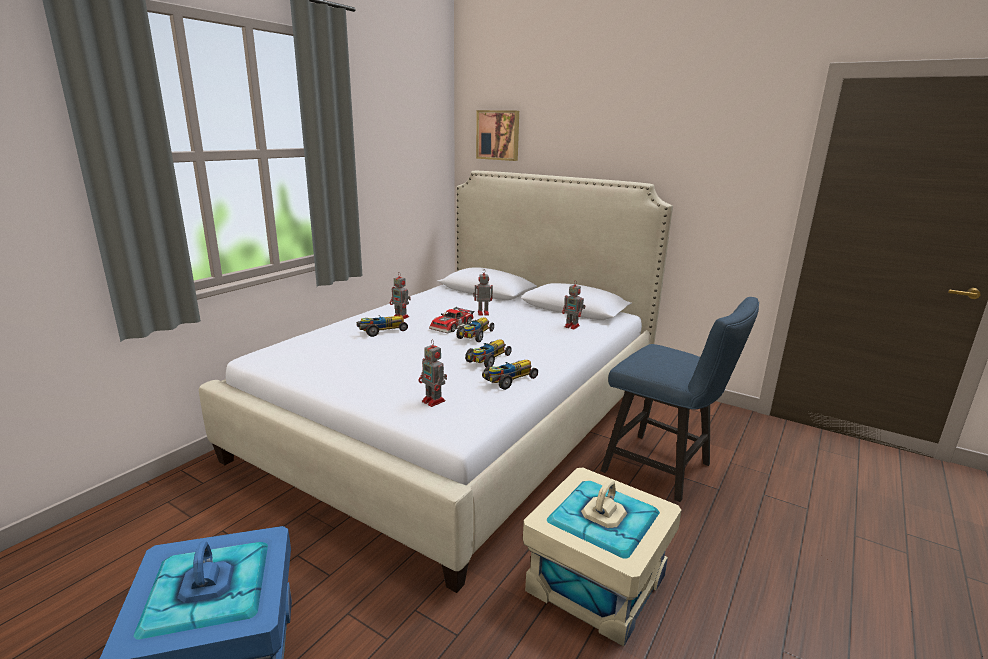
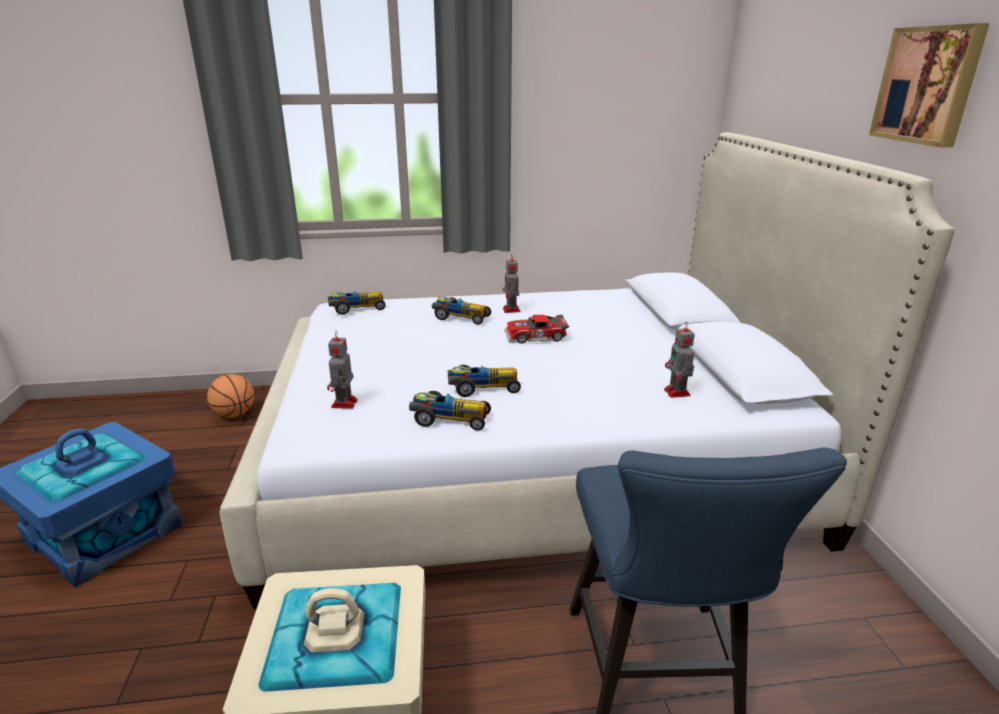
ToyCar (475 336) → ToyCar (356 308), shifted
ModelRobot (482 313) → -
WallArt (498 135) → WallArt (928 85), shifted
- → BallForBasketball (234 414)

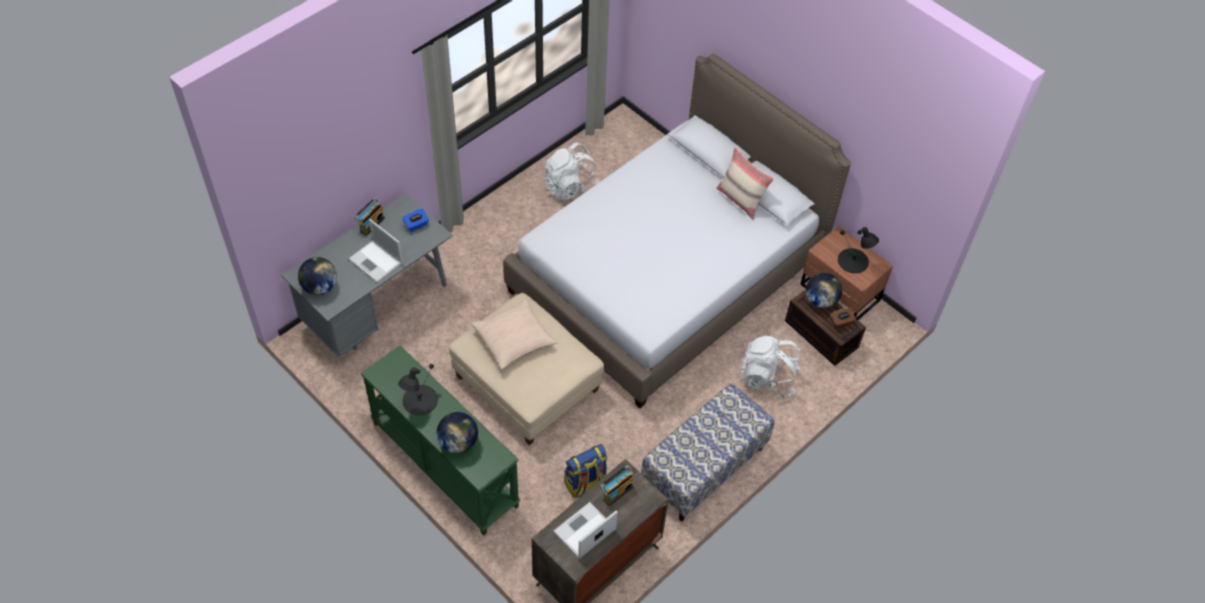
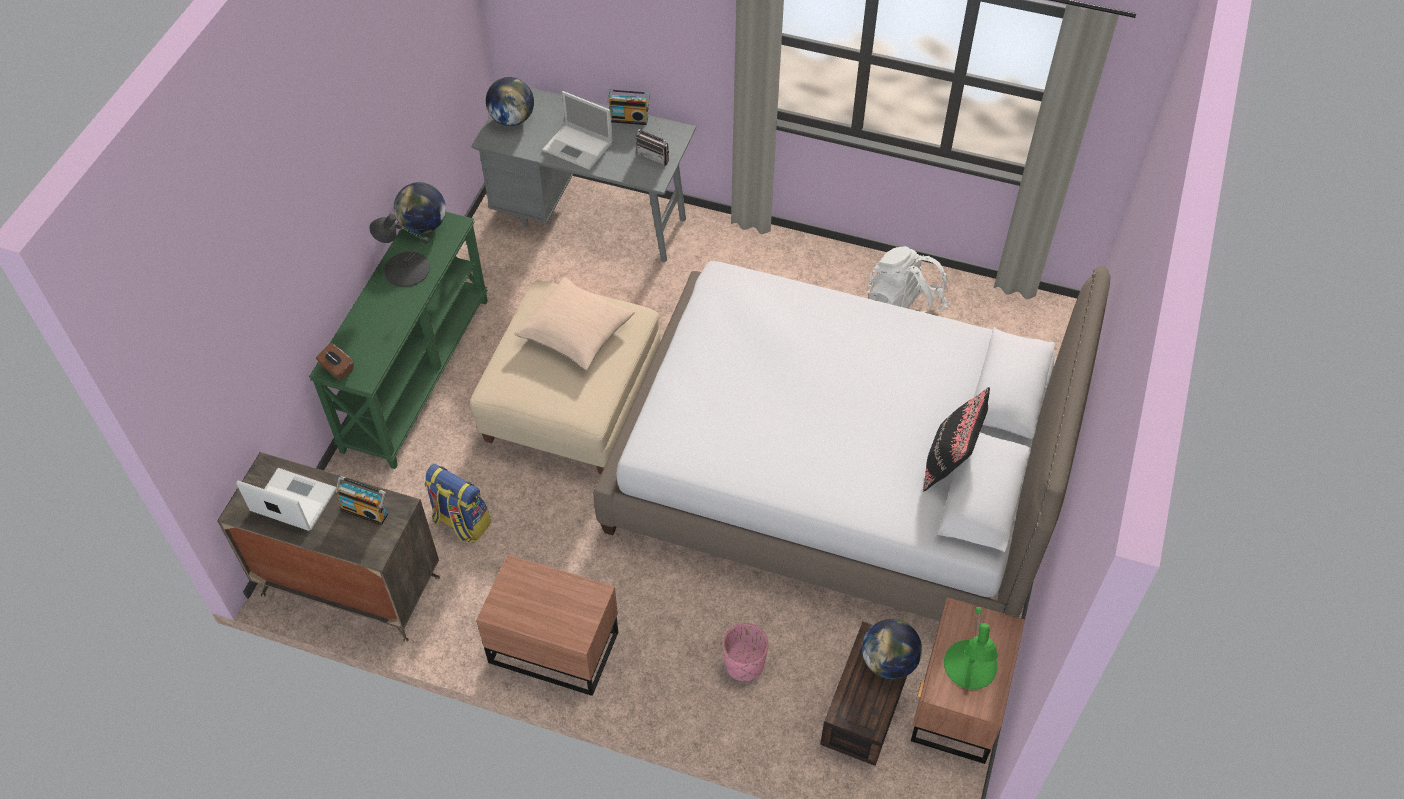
PortableComputer (376 261) → PortableComputer (579 147), 75 degrees counterclockwise
BlueTissueHolder (416 225) → Radio (655 156)
Globe (458 442) → Globe (424 225), shifted
IndoorBench (704 468) → BrownNightstand (553 644)
BeigePillow (741 200) → BlackColouredPillow (949 462)
WhitishBackpack (768 378) → PinkPlanter (744 664)
BrownTissueHolder (841 322) → BrownTissueHolder (337 369), shifted
BlackColouredLampForATable (853 261) → GreenishLampForATable (970 665)

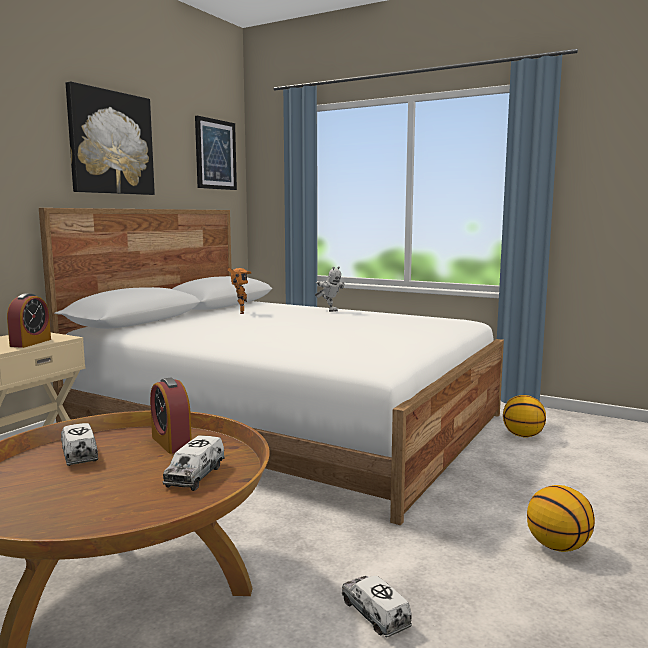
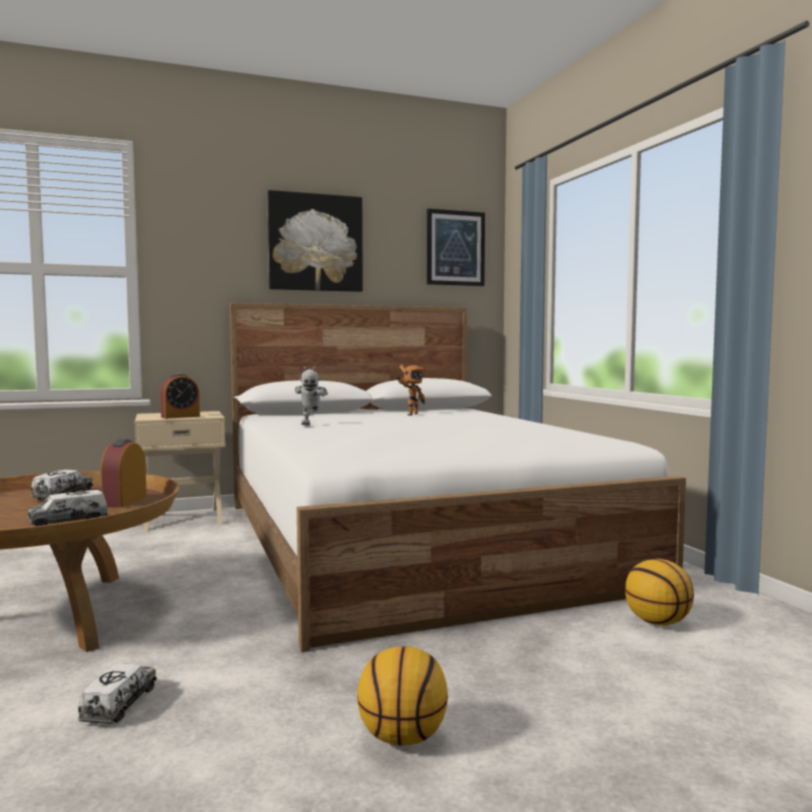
ModelRobot (329 310) → ModelRobot (311 424), shifted

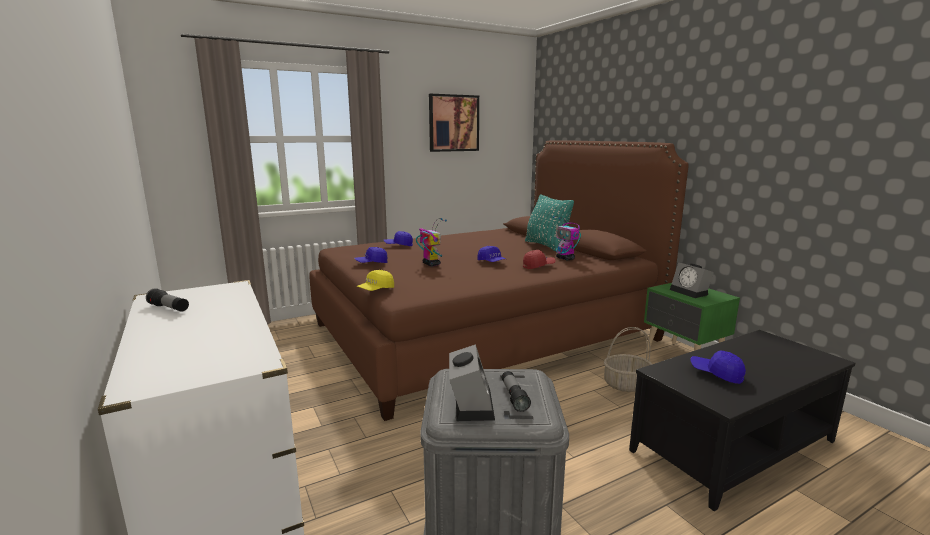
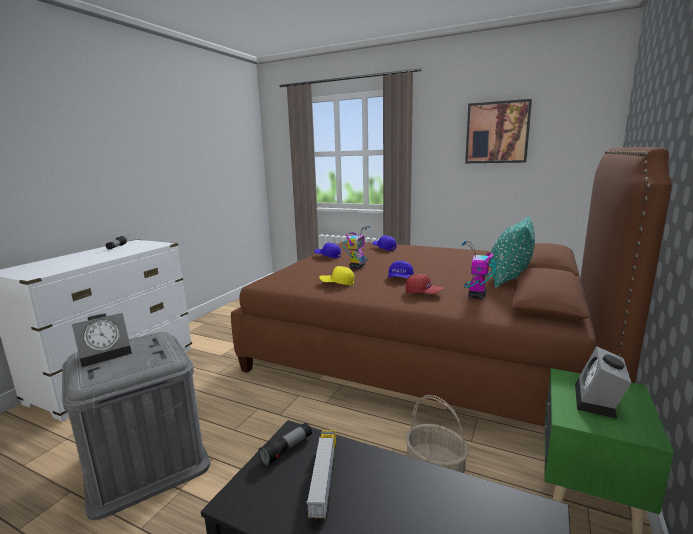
YellowCap (376 290) → YellowCap (337 283), shifted
Flashlight (514 397) → Flashlight (287 450), shifted
BlueCap (716 374) → ToyTruck (324 480)

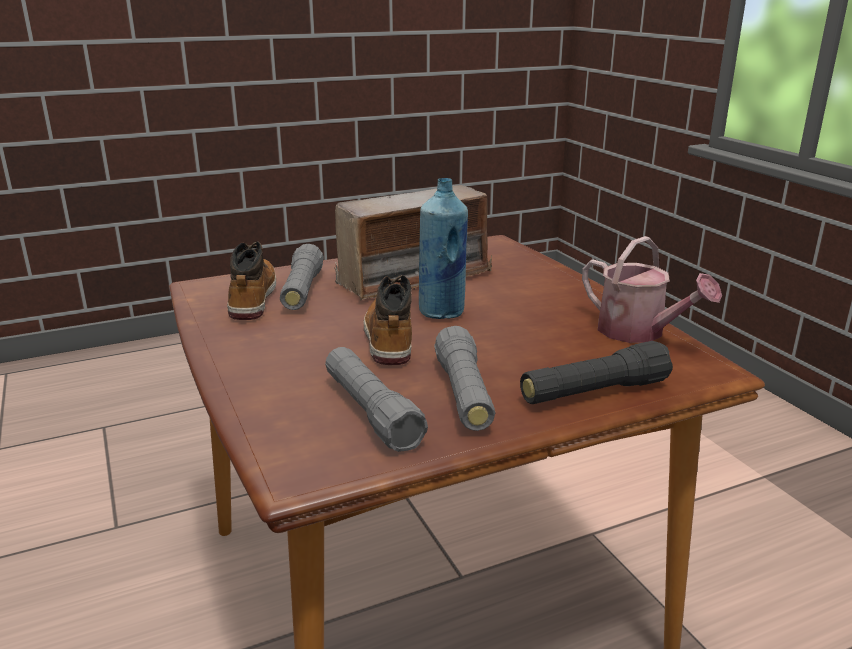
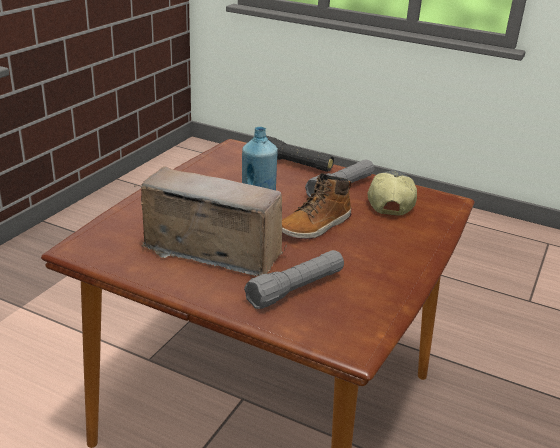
Boot (252 298) → -
GreyishFlashlight (371 412) → Cap (389 203)
WateringCan (638 332) → -

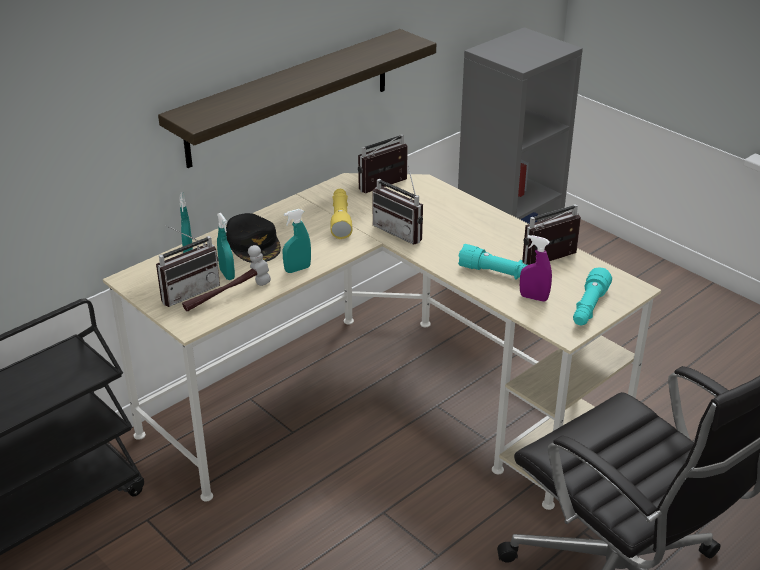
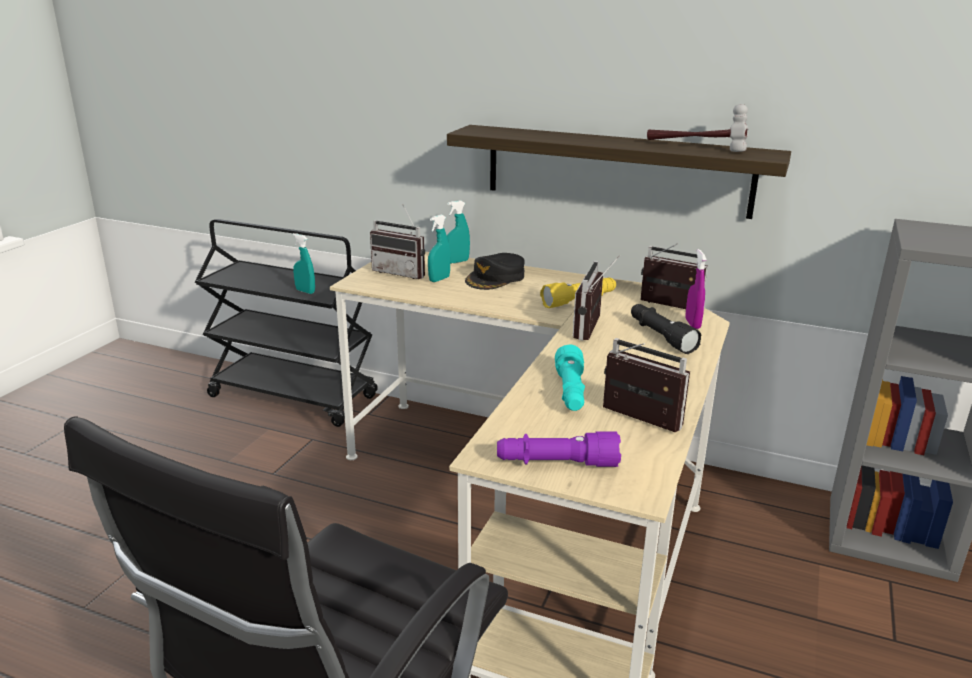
Hammer (227 296) → Hammer (695 147), shifted
TurquoiseSprayer (297 269) → TurquoiseSprayer (305 291), shifted
PurpleSprayer (533 298) → PurpleSprayer (692 324), shifted
TurquoiseFlashlight (589 308) → PurpleFlashlight (556 463)
- → BlackColouredFlashlight (660 336)

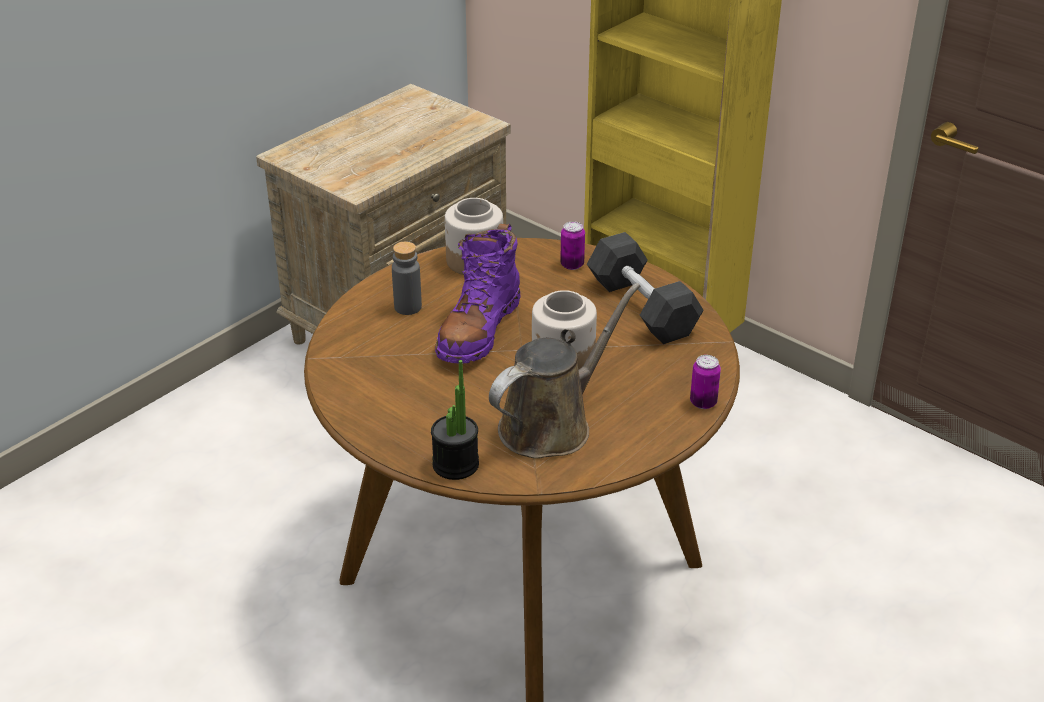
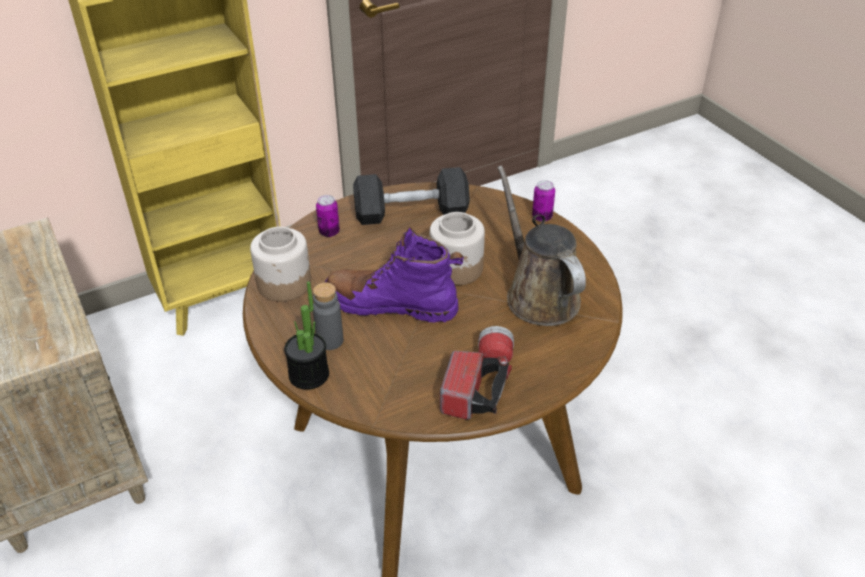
PlantInAPot (455 465) → PlantInAPot (309 375), shifted
PurpleBoot (478 330) → PurpleBoot (391 305), 150 degrees clockwise
- → Flashlight (478 383)

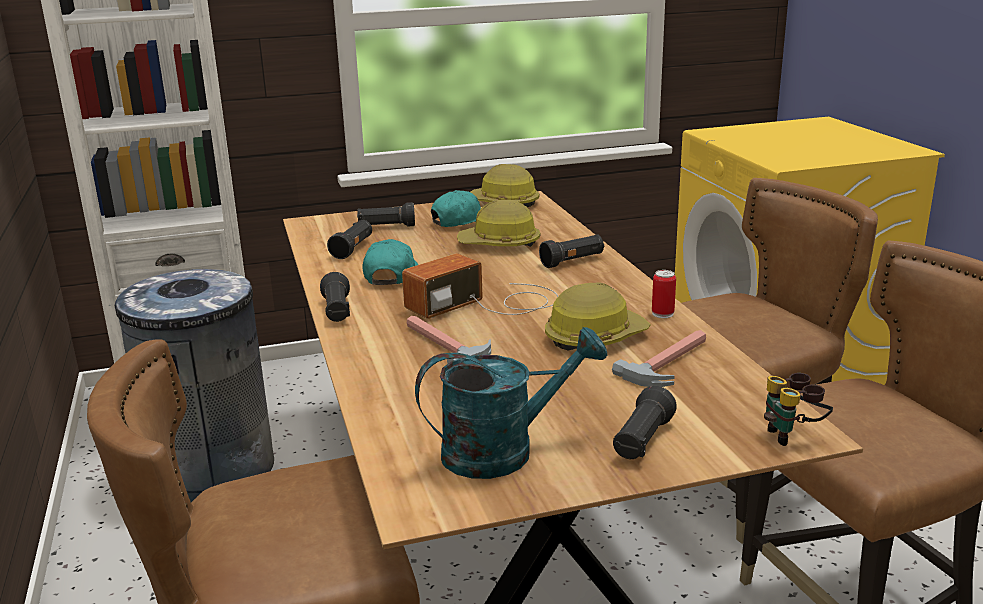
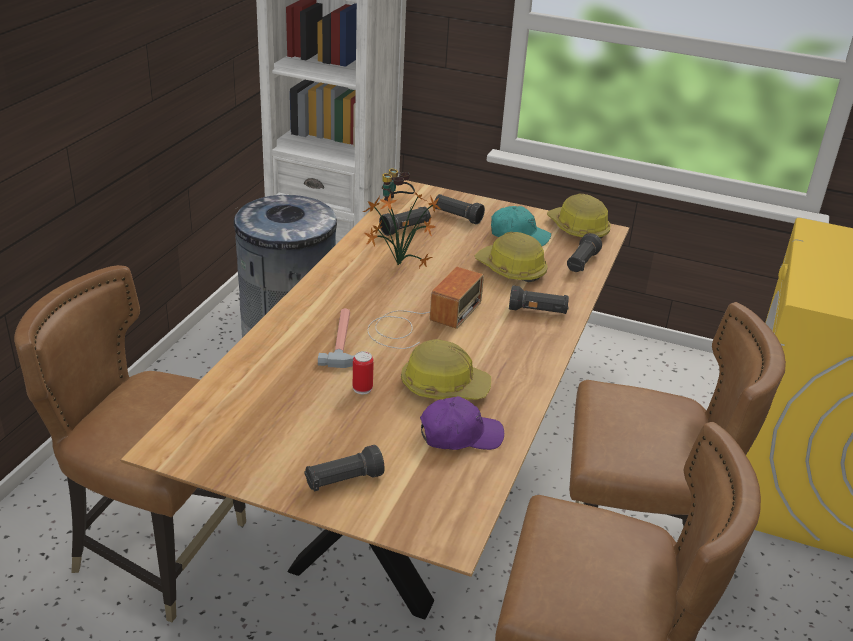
BlackColouredFlashlight (337 311) → BlackColouredFlashlight (581 263), shifted
TurquoiseCap (391 274) → PlantInAPot (397 264)
Radio (489 303) → Radio (421 321), 120 degrees clockwise
TurquoiseWateringCan (503 450) → -
Hammer (671 363) → PurpleCap (460 435)
SealedCan (662 314) → SealedCan (362 388), shifted
PairOfBinoculars (793 435) → PairOfBinoculars (396 202), shifted

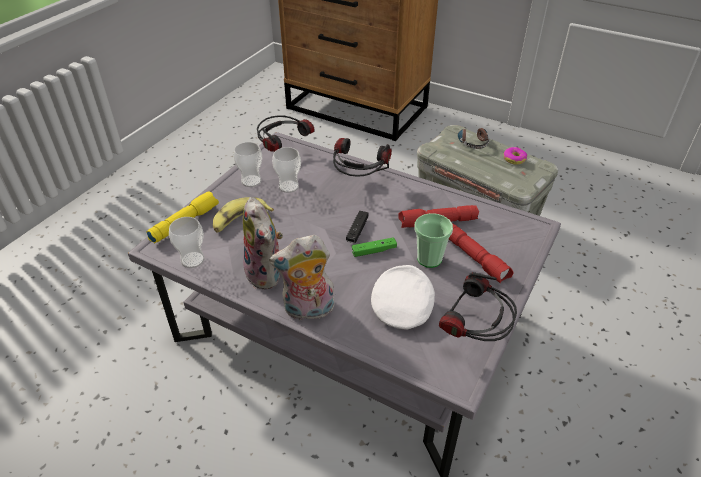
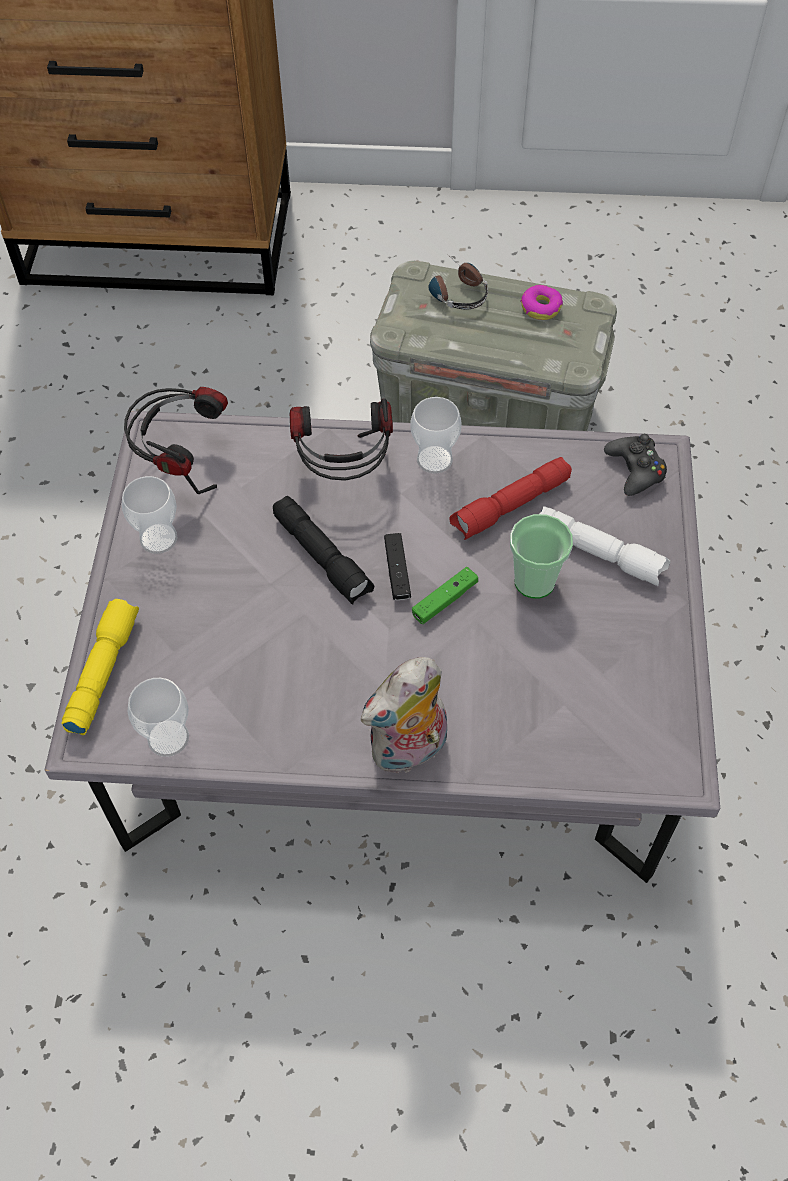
BananaFruit (240 220) → -
CuddlyToy (267 274) → -
DrinkingCup (288 186) → DrinkingCup (434 459), shifted
WhitishCap (402 306) → -
Headset (473 337) → -
RedFlashlight (476 258) → WhitishFlashlight (600 552)
- → BlackColouredFlashlight (323 557)
- → BlackColouredGameController (635 470)

